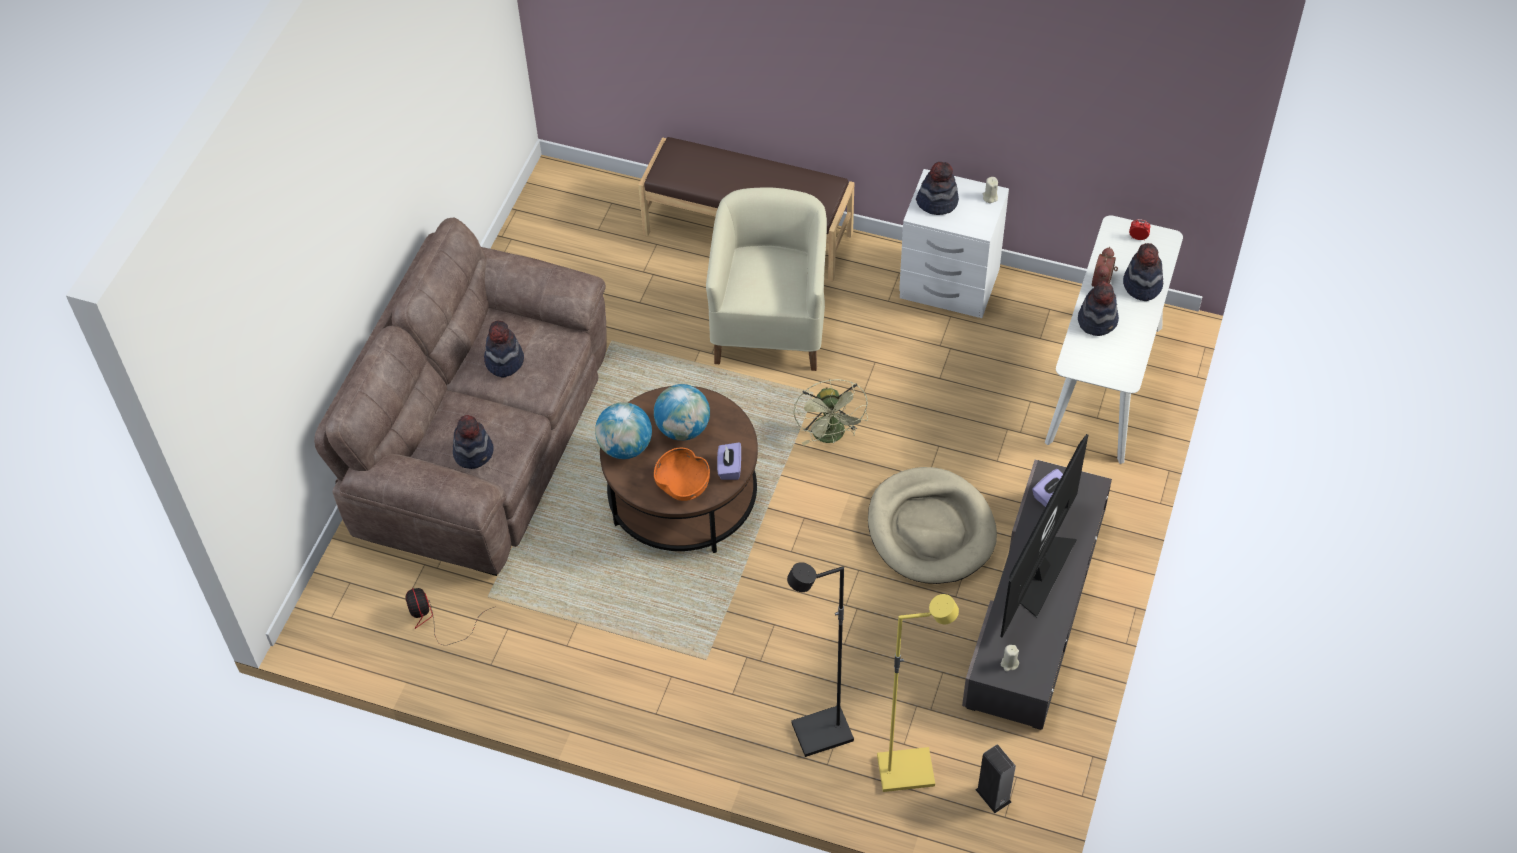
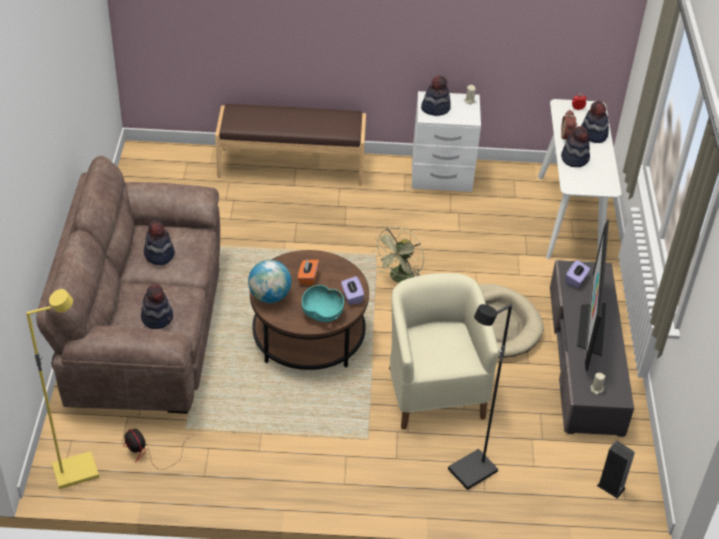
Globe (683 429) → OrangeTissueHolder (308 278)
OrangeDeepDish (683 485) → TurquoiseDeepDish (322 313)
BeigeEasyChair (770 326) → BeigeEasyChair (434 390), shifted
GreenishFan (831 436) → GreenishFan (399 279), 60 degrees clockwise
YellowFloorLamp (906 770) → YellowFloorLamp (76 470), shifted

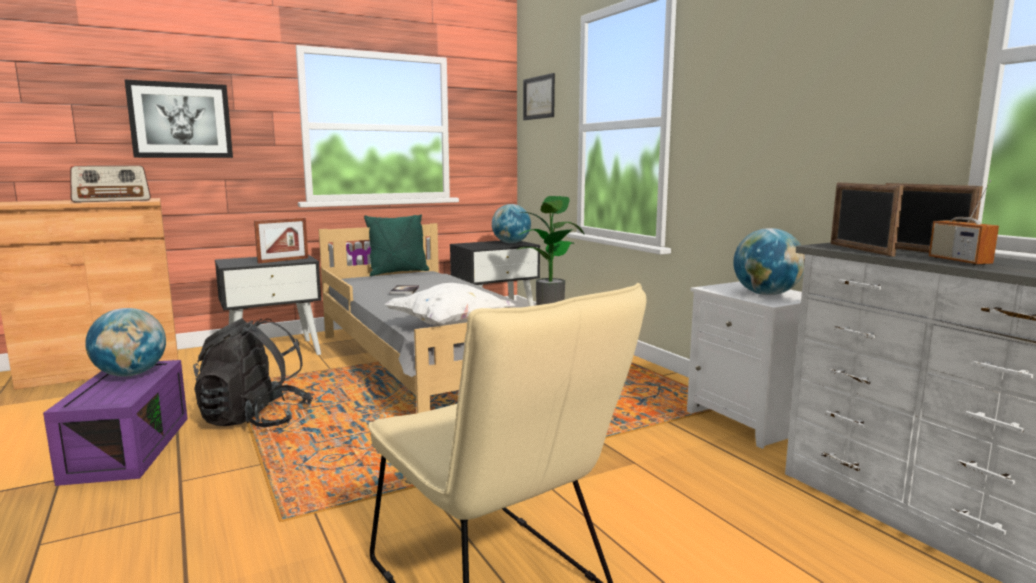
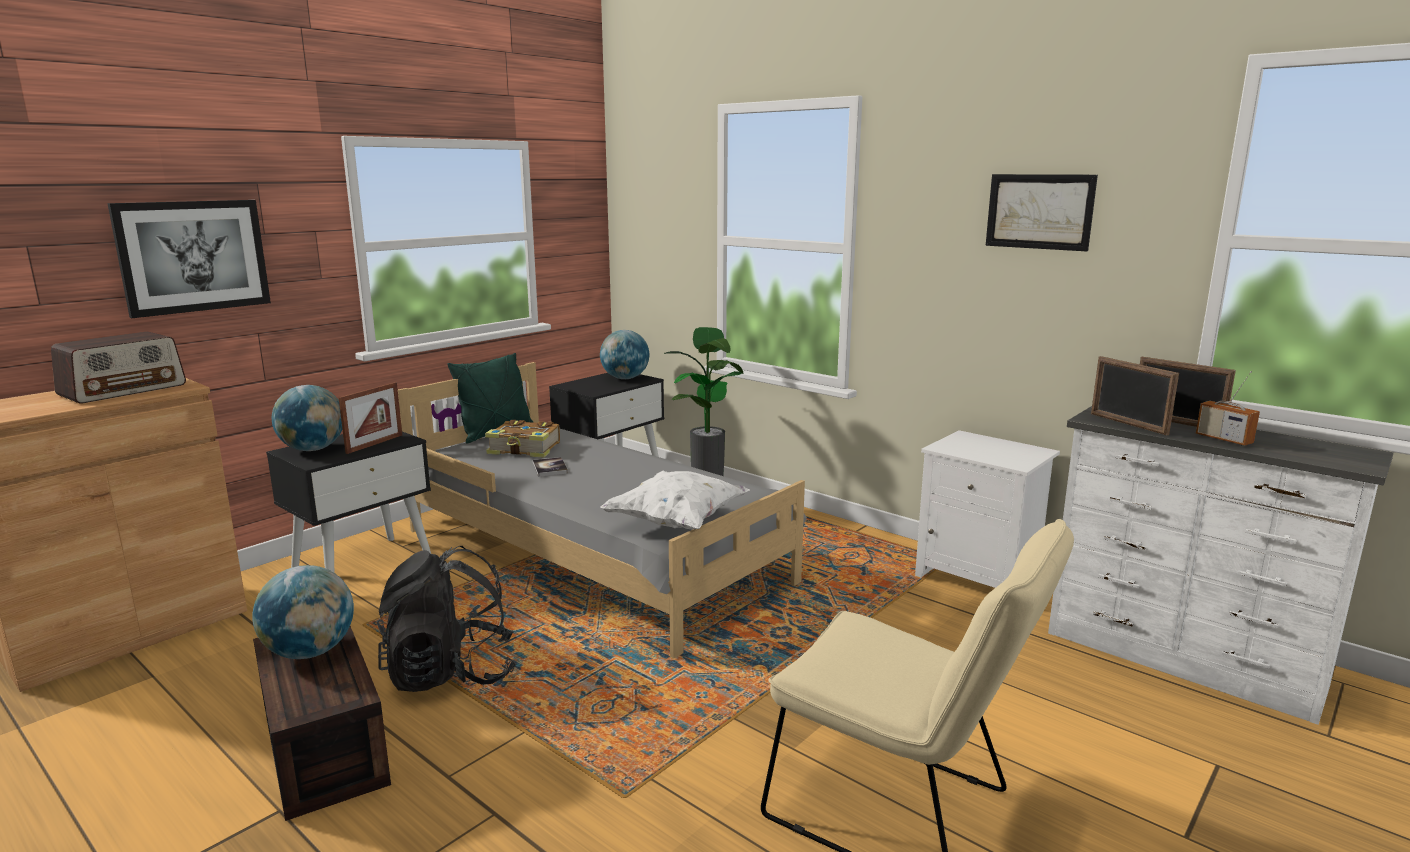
PurpleStorageBox (127 447) → BrownStorageBox (321 747)
WallArt (539 97) → WallArt (1039 211), shifted
Globe (766 294) → Globe (313 449), shifted
- → Volume (525 449)

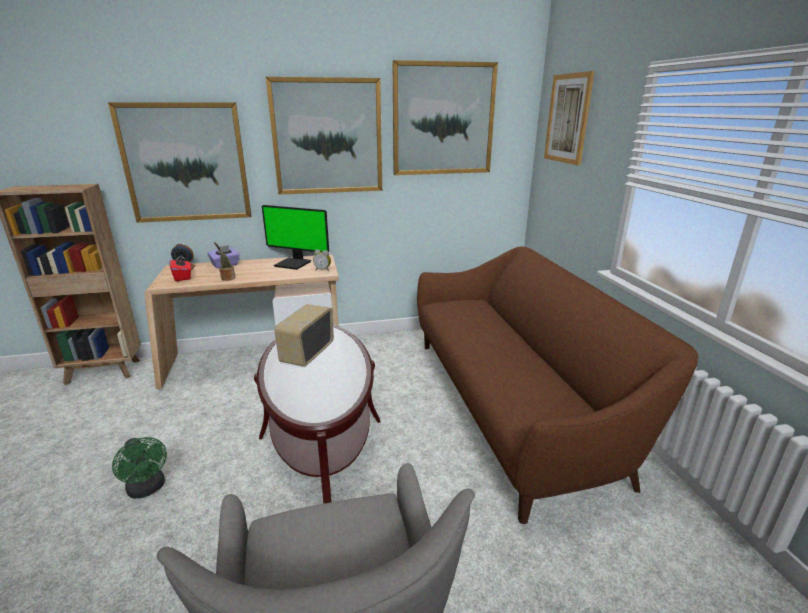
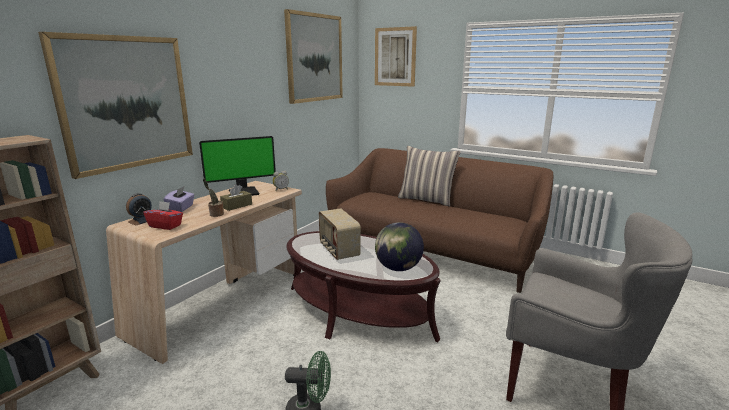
WallArt (327 137) → -
- → BrownTissueHolder (236 206)
- → Globe (398 268)
- → Pillow (427 199)

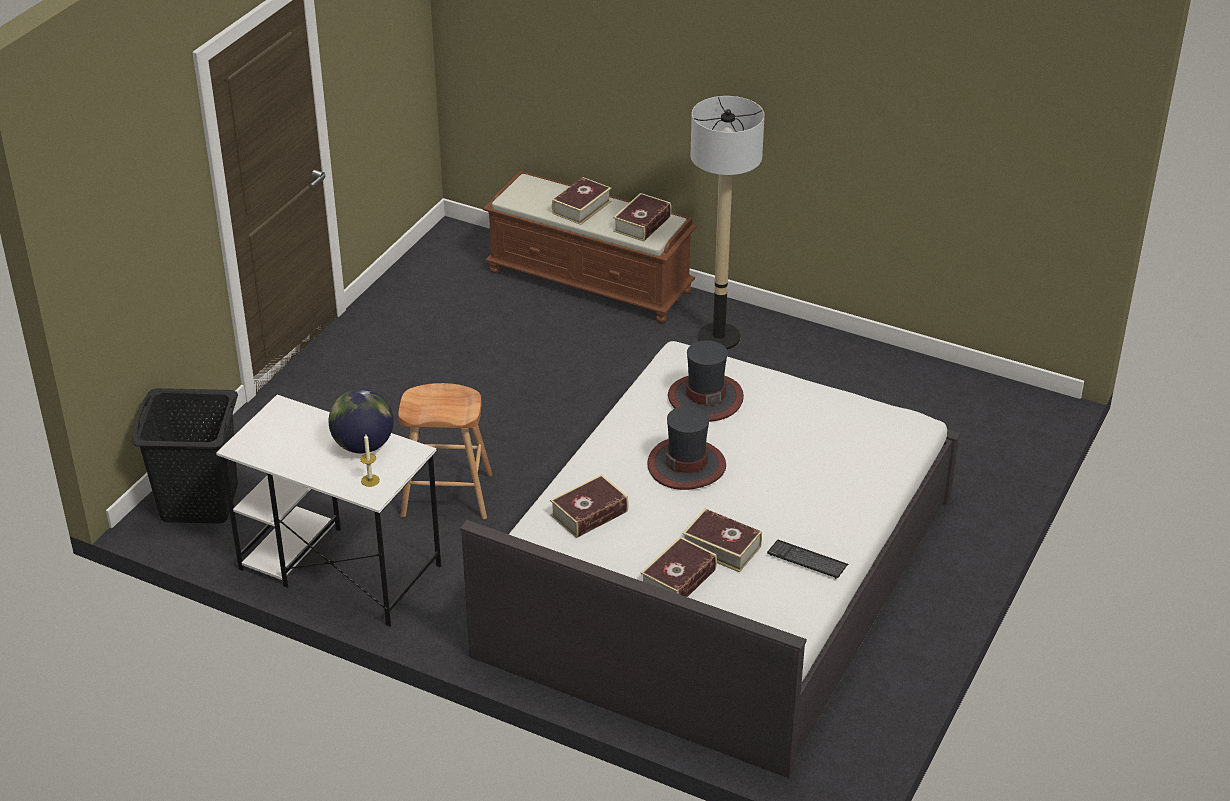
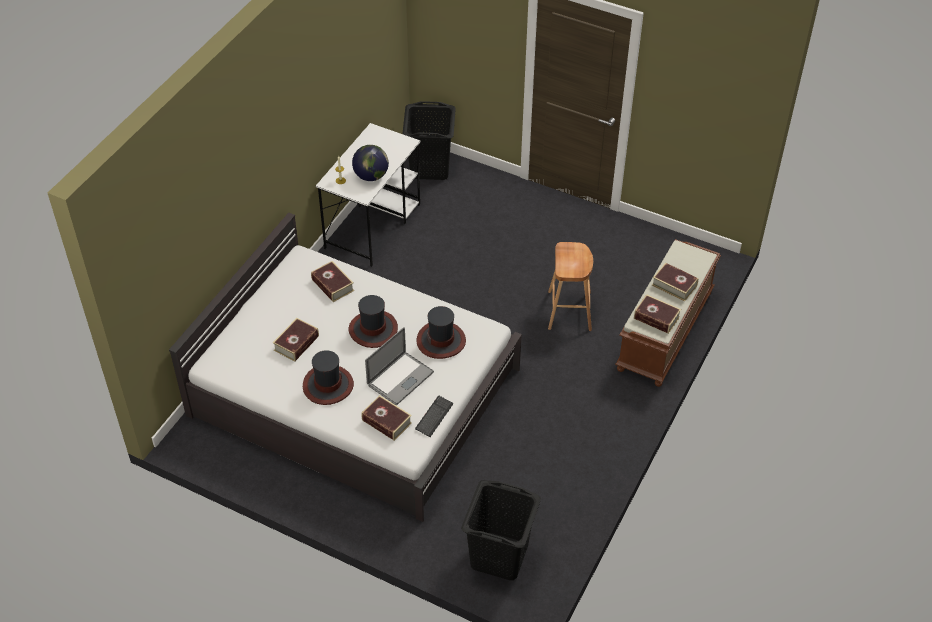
BrownSittingStool (446 495) → BrownSittingStool (569 310), shifted
Volume (678 579) → Volume (386 422), shifted
FloorLamp (719 337) → -
ComputerKeyboard (807 560) → ComputerKeyboard (434 417), shifted
- → ClothingHat (328 385)
- → PortableComputer (400 378)
- → BlackColouredHamper (498 556)

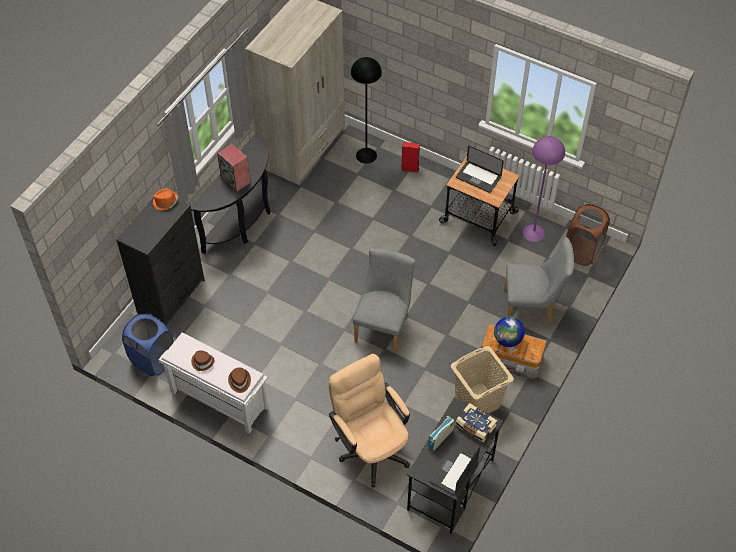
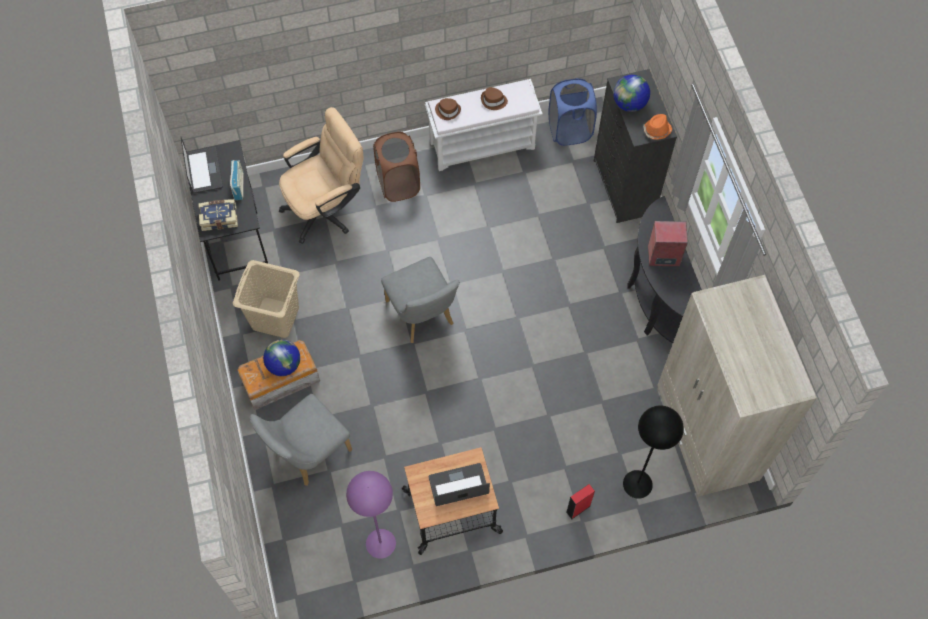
BeigeComputerChair (370 447) → BeigeComputerChair (326 208), 45 degrees counterclockwise
BrownHamper (582 251) → BrownHamper (398 184), shifted
- → Globe (629 104)

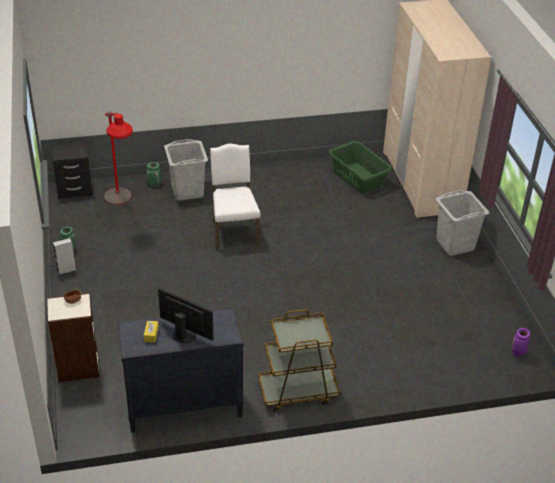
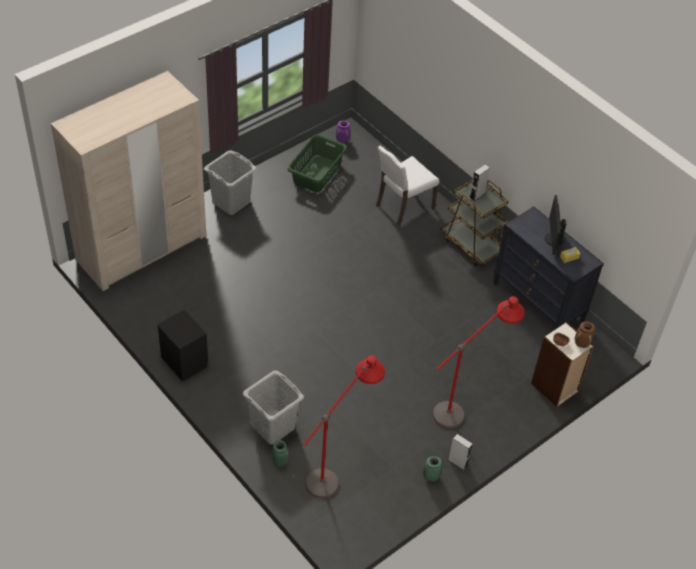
BlackColouredNightstand (74 189) → BlackColouredNightstand (184 362), shifted
WhitishUprightChair (234 232) → WhitishUprightChair (403 206), shifted
GreenishHamper (358 177) → GreenishHamper (316 173), shifted
- → RedFloorLamp (466 404)
- → GreyishLoudspeaker (477 195)
- → BrownFlowerVase (582 344)

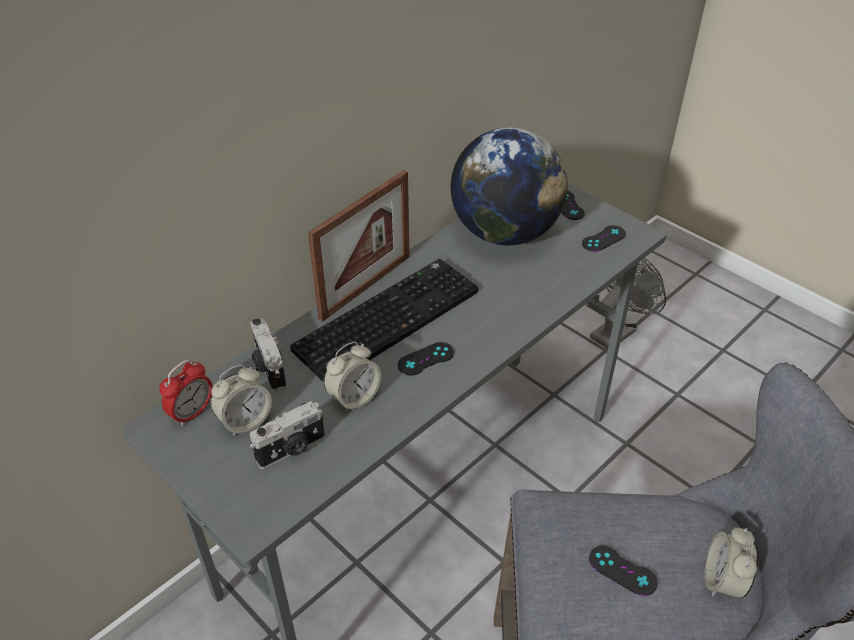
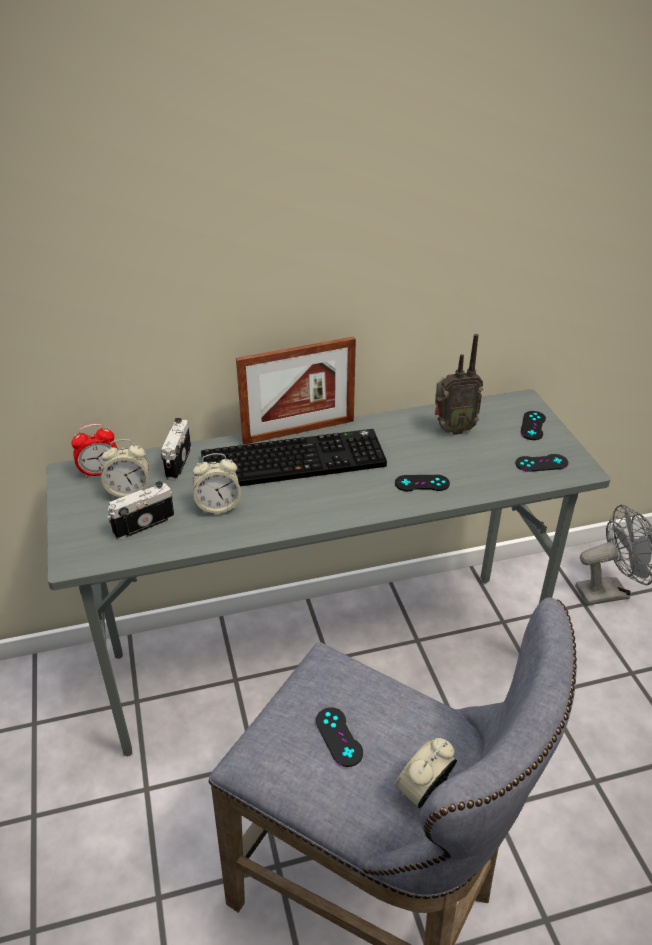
StillCamera (292 450) → StillCamera (143 523), 150 degrees clockwise
BlackColouredGameController (426 359) → BlackColouredGameController (422 483), shifted
Globe (505 233) → Radio (452 429)

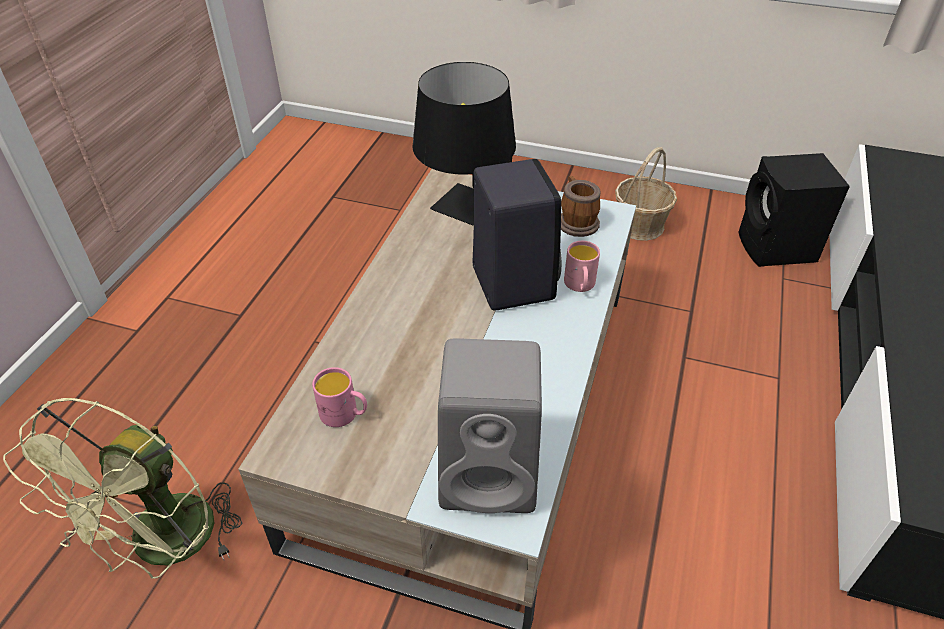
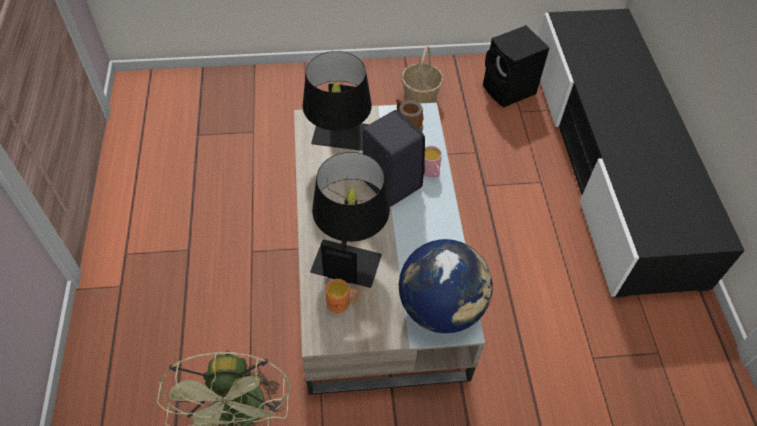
PinkCoffeeMug (344 414) → OrangeCoffeeMug (342 303)
GreyishLoudspeaker (492 475) → Globe (441 308)
- → BlackColouredLampForATable (350 251)

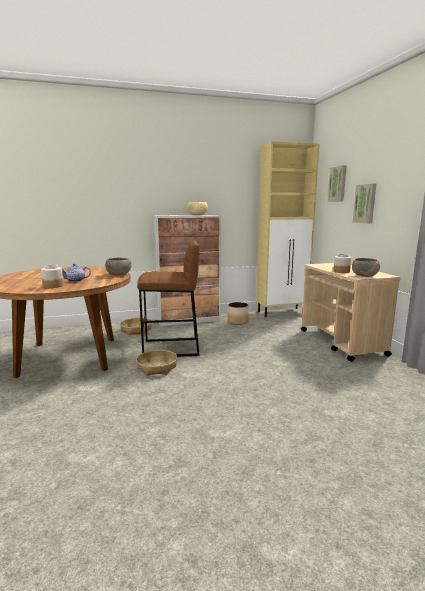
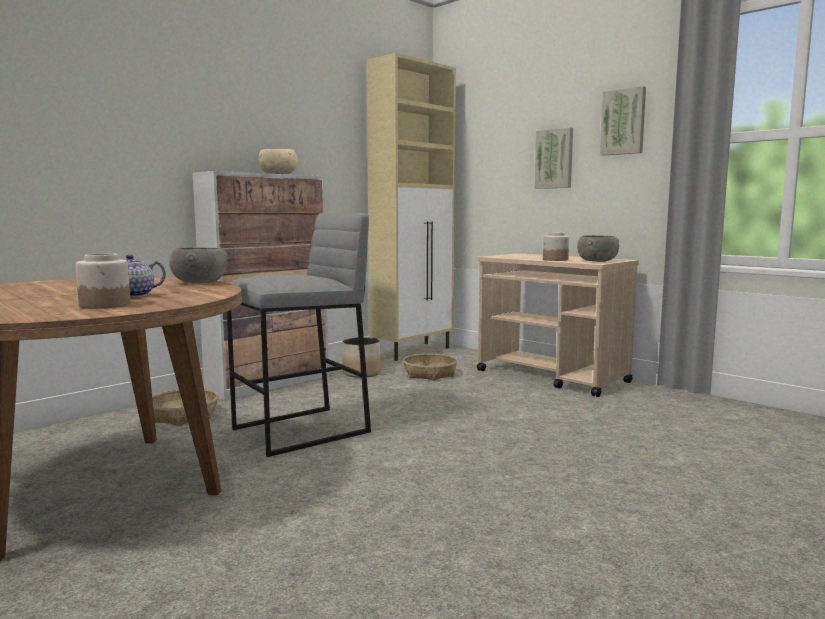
HouseholdBasket (157 368) → HouseholdBasket (430 374), shifted
BrownSittingStool (171 348) → GreyishSittingStool (301 431)
WallArt (338 184) → WallArt (623 122), shifted

